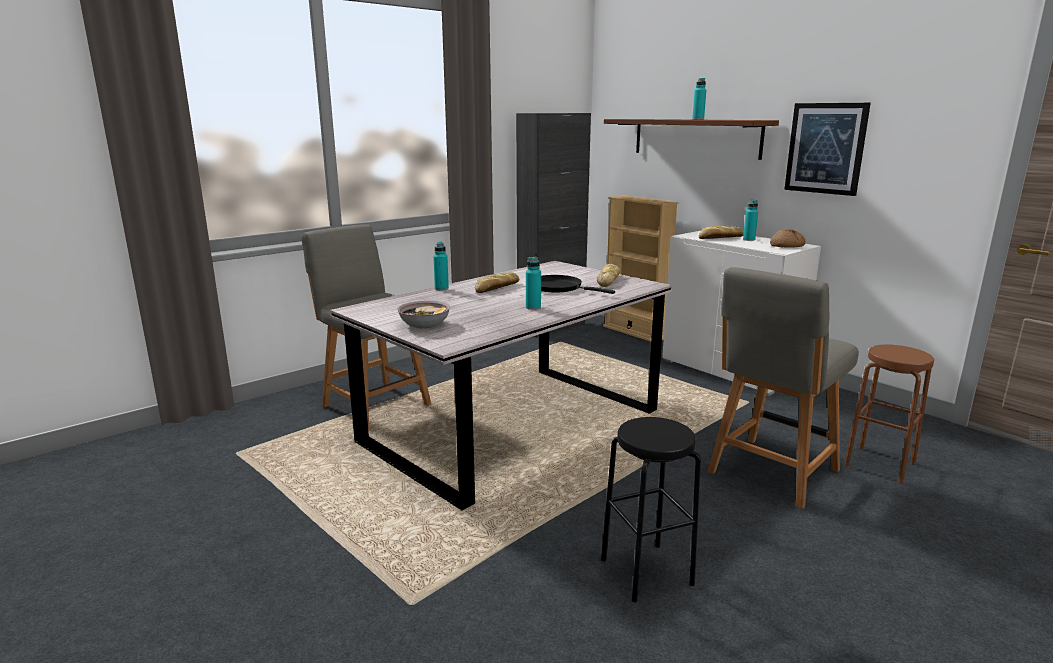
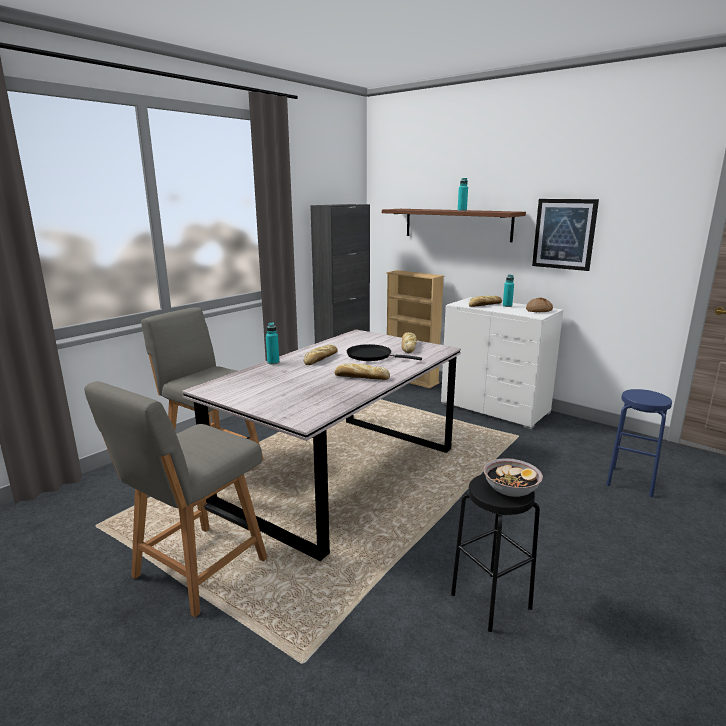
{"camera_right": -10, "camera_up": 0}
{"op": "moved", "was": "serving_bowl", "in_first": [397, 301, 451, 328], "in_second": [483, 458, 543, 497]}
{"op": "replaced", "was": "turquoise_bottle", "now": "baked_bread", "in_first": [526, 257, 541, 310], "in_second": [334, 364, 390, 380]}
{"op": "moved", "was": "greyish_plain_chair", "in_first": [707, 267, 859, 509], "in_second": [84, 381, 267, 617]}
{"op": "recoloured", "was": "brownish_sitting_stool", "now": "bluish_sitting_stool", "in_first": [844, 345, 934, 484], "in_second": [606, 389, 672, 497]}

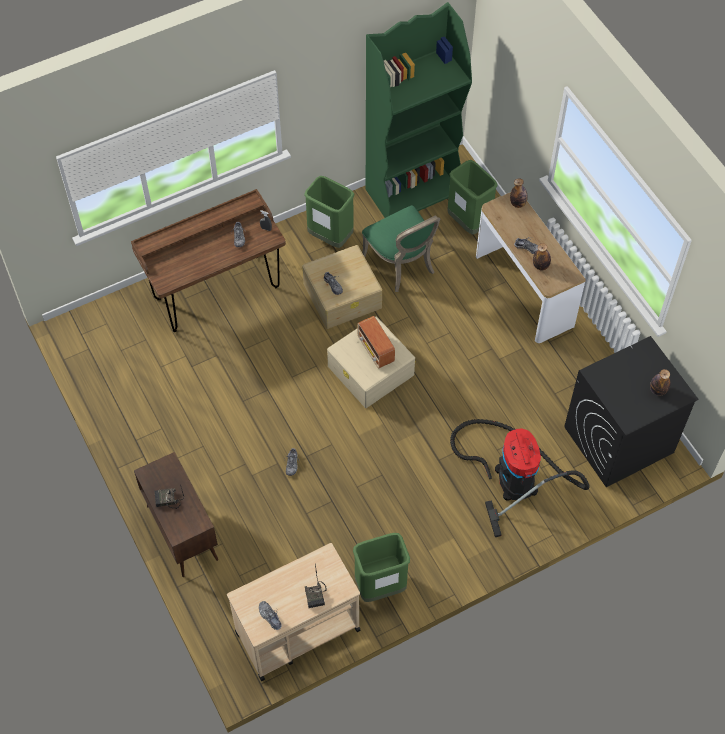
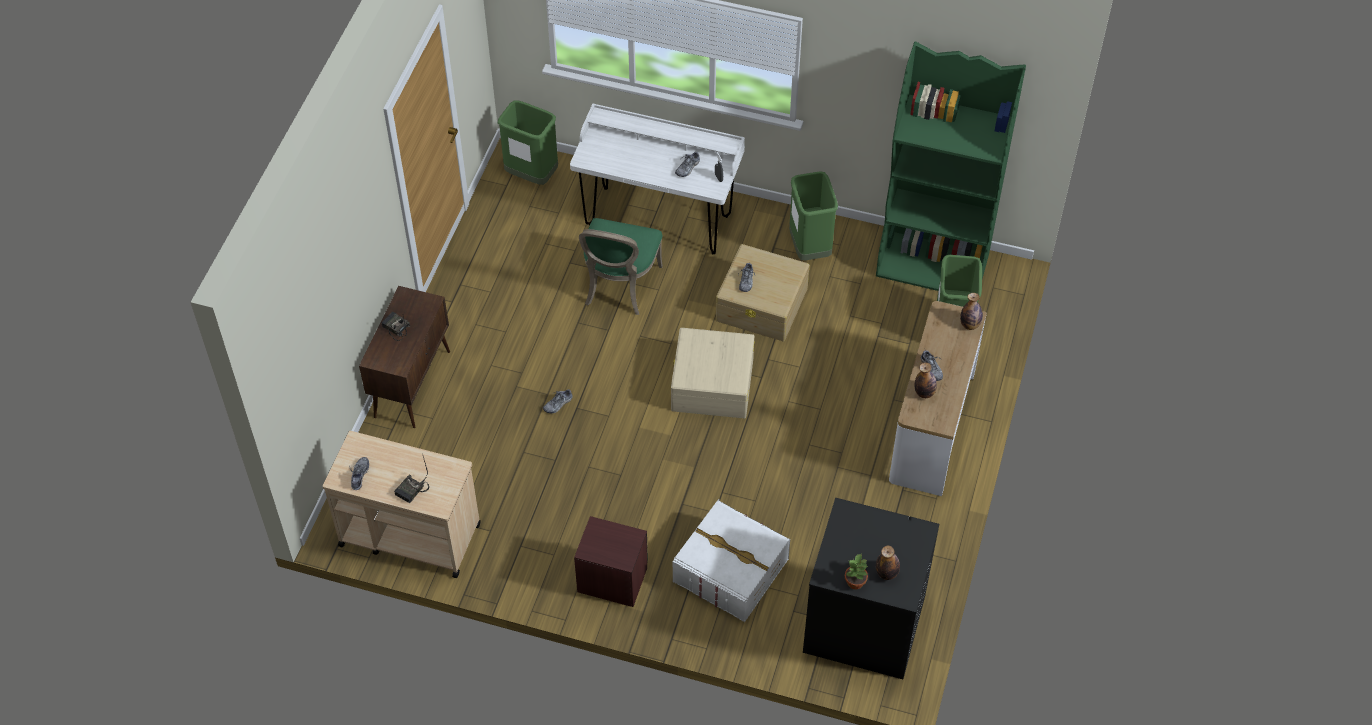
{"camera_right": 45, "camera_up": -5}
{"op": "recoloured", "was": "brownish_desk_unit", "now": "whitish_desk_unit", "in_first": [131, 189, 286, 332], "in_second": [570, 104, 745, 254]}
{"op": "moved", "was": "green-coloured_rubbish_bin", "in_first": [353, 533, 410, 602], "in_second": [498, 100, 558, 185]}
{"op": "removed", "was": "radio_receiver", "in_first": [357, 316, 395, 368]}
{"op": "moved", "was": "green-coloured_plain_chair", "in_first": [362, 205, 440, 292], "in_second": [579, 218, 663, 315]}
{"op": "replaced", "was": "vacuum", "now": "whitish_storage_container", "in_first": [450, 419, 590, 537], "in_second": [673, 499, 790, 622]}
{"op": "added", "now": "brownish_bedside_table", "in_second": [574, 516, 648, 607]}
{"op": "added", "now": "potted_plant", "in_second": [845, 554, 868, 589]}

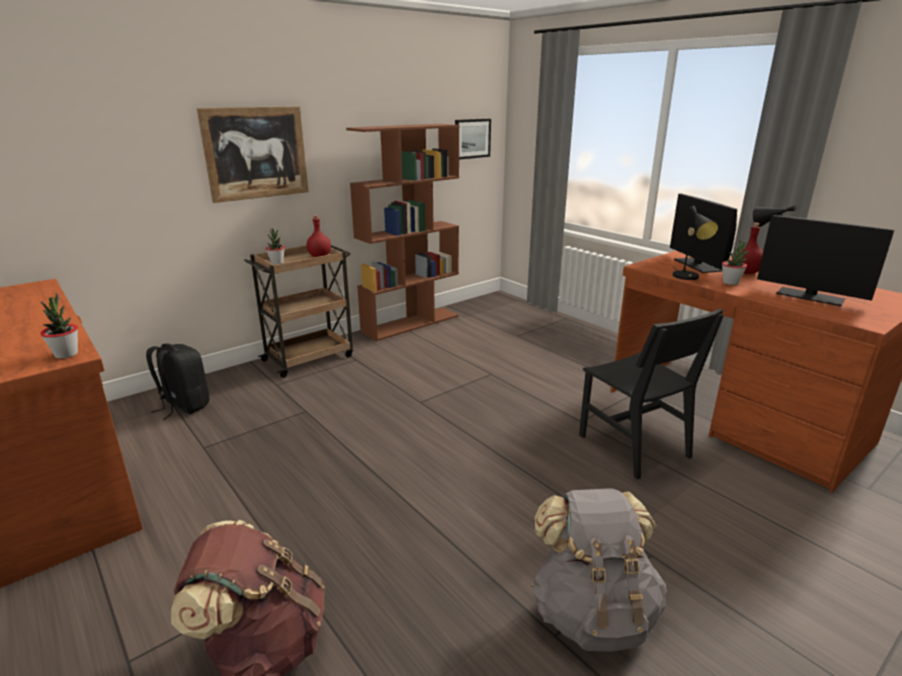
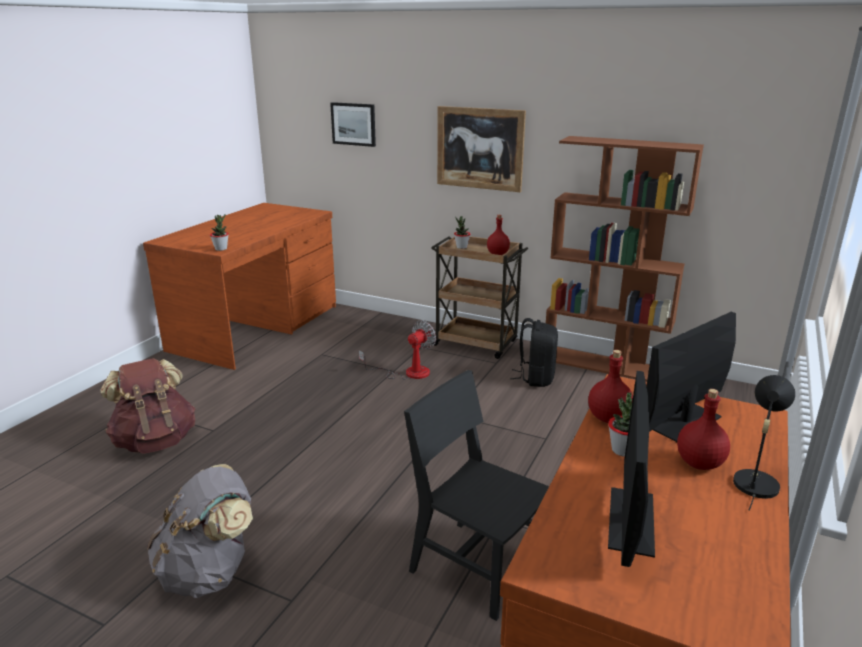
{"camera_right": 65, "camera_up": 0}
{"op": "moved", "was": "black_rucksack", "in_first": [146, 343, 209, 420], "in_second": [510, 318, 558, 387]}
{"op": "moved", "was": "wall_picture", "in_first": [455, 119, 491, 160], "in_second": [330, 102, 376, 147]}
{"op": "turned", "was": "black_plain_chair", "in_first": [579, 308, 724, 480], "in_second": [404, 370, 549, 621], "clockwise": 90}
{"op": "replaced", "was": "black_table_lamp", "now": "red-coloured_bottle", "in_first": [673, 206, 719, 280], "in_second": [588, 350, 633, 423]}
{"op": "added", "now": "fan", "in_second": [359, 320, 436, 380]}

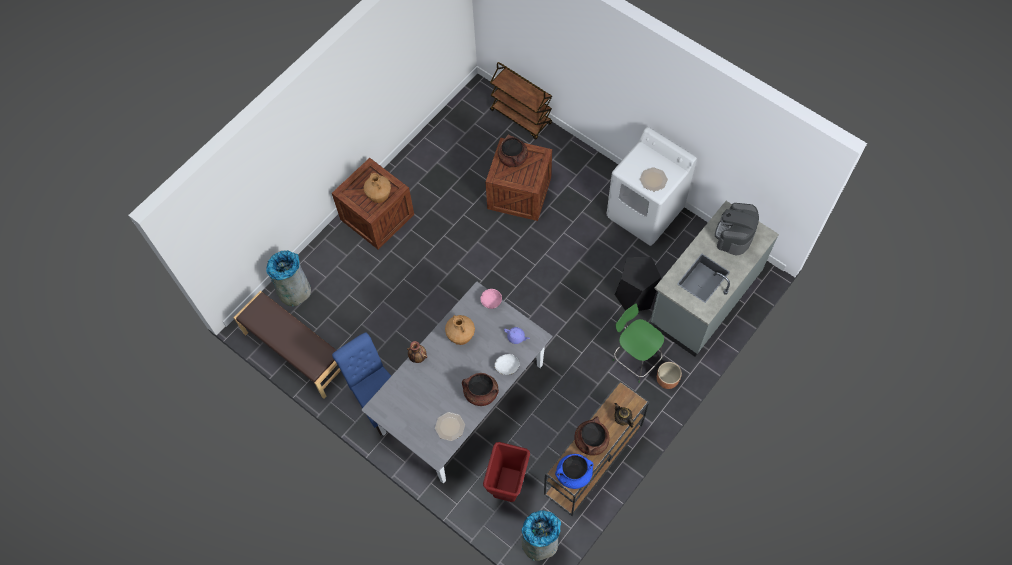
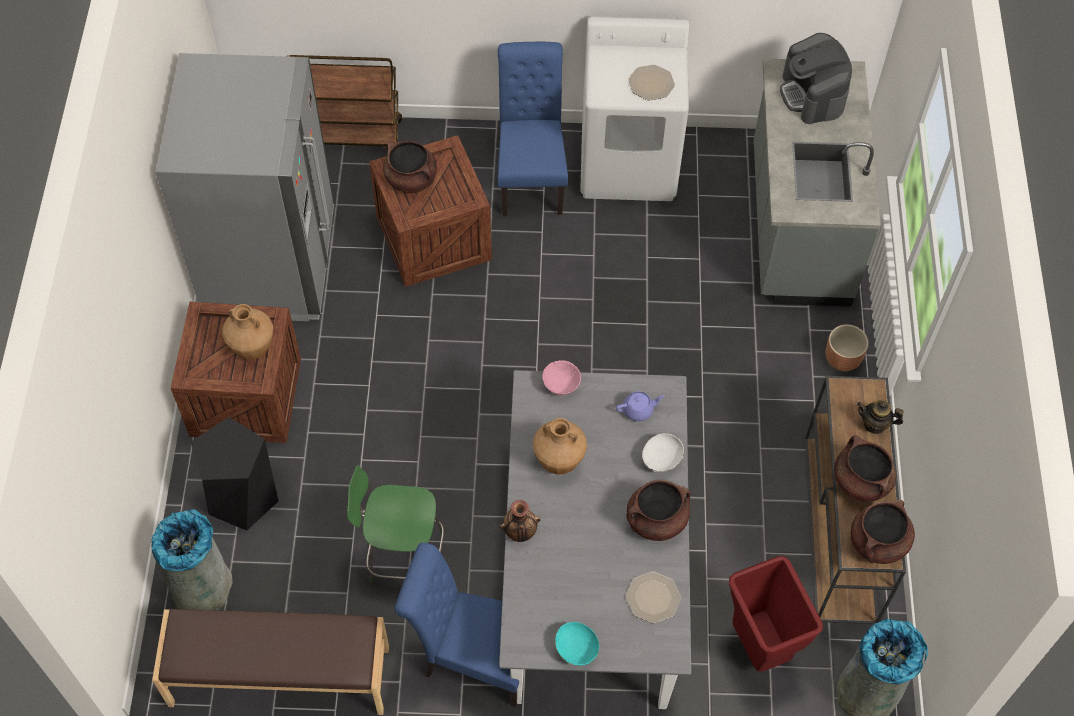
{"camera_right": -40, "camera_up": -5}
{"op": "recoloured", "was": "bluish_saucepot", "now": "brownish_saucepot", "in_first": [555, 454, 593, 489], "in_second": [851, 500, 915, 564]}
{"op": "moved", "was": "green-coloured_sitting_stool", "in_first": [613, 303, 664, 383], "in_second": [347, 465, 444, 582]}
{"op": "moved", "was": "black_sitting_stool", "in_first": [615, 257, 661, 311], "in_second": [191, 417, 278, 531]}
{"op": "added", "now": "greyish_refrigerator", "in_second": [155, 53, 334, 321]}
{"op": "added", "now": "bluish_plain_chair", "in_second": [498, 42, 568, 216]}
{"op": "added", "now": "turquoise_serving_bowl", "in_second": [555, 622, 599, 666]}

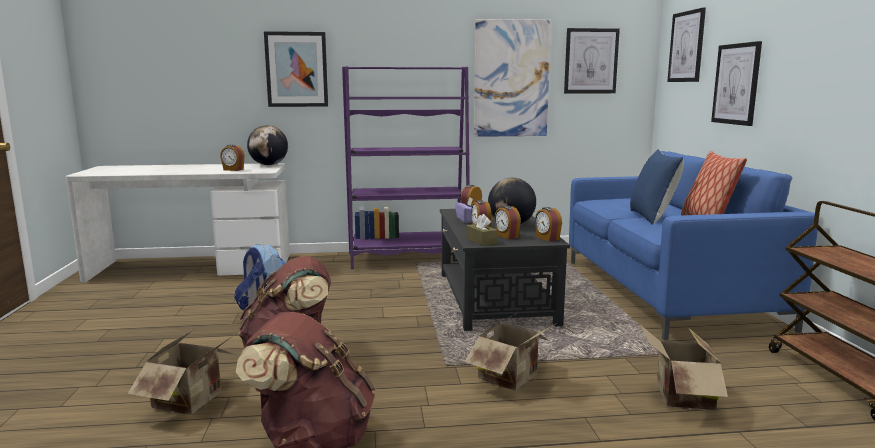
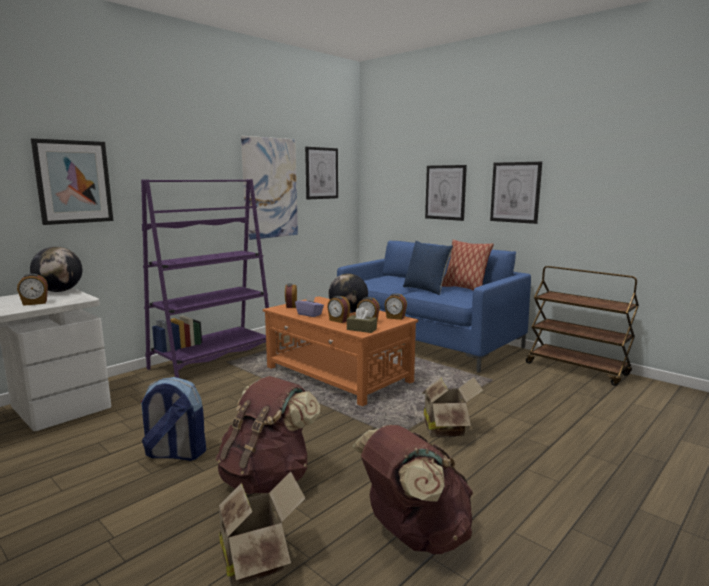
{"camera_right": -40, "camera_up": 0}
{"op": "recoloured", "was": "black_coffee_table", "now": "orange-coloured_coffee_table", "in_first": [440, 209, 570, 331], "in_second": [263, 296, 418, 406]}
{"op": "removed", "was": "cardboard_box", "in_first": [640, 325, 728, 410]}
{"op": "moved", "was": "wall_picture", "in_first": [667, 8, 706, 82], "in_second": [490, 162, 542, 224]}

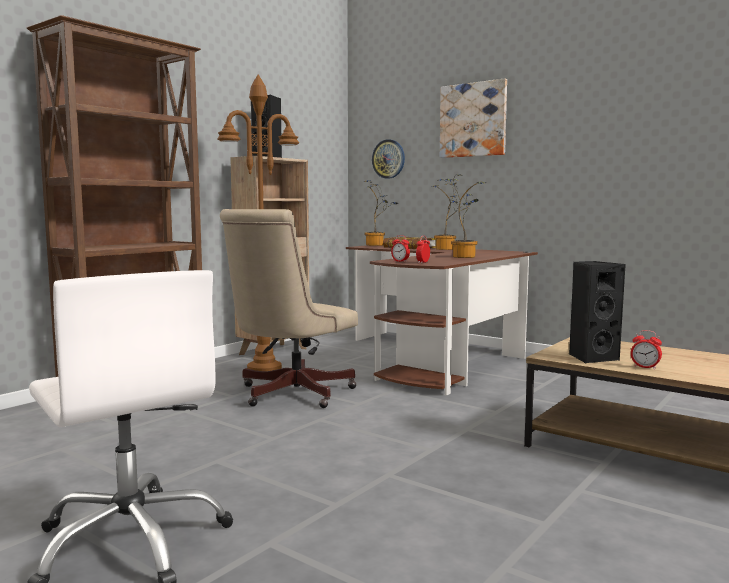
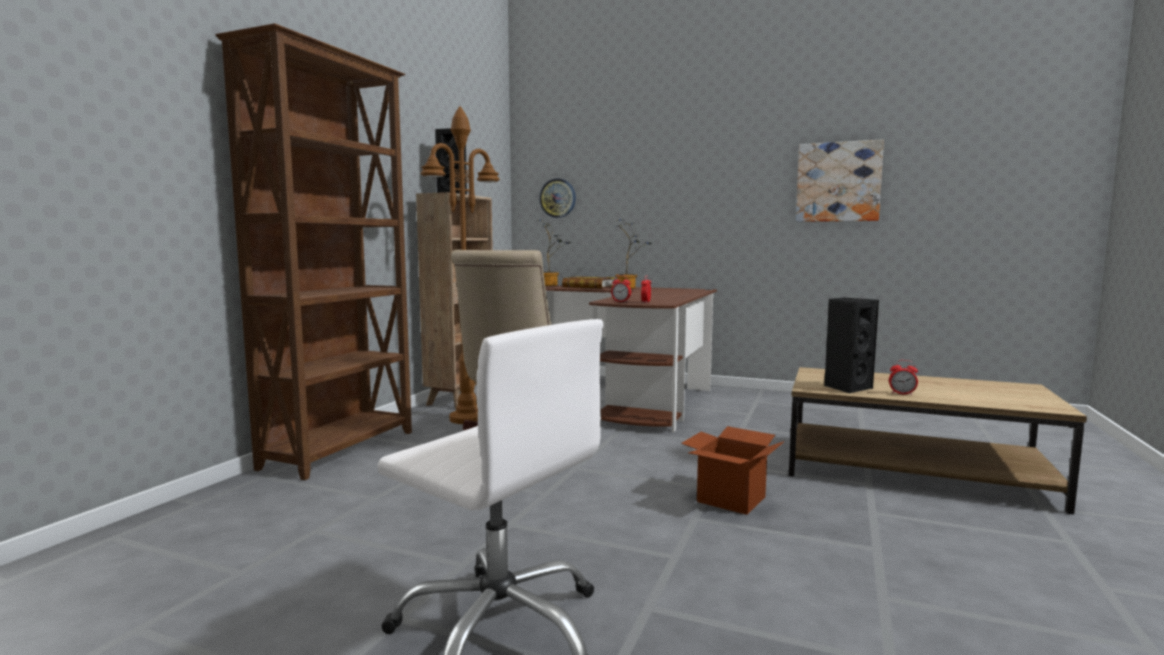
{"camera_right": -15, "camera_up": 0}
{"op": "moved", "was": "wall_picture", "in_first": [440, 79, 507, 158], "in_second": [796, 139, 884, 222]}
{"op": "removed", "was": "potted_plant", "in_first": [445, 174, 486, 258]}
{"op": "added", "now": "cardboard_box", "in_second": [681, 426, 785, 515]}

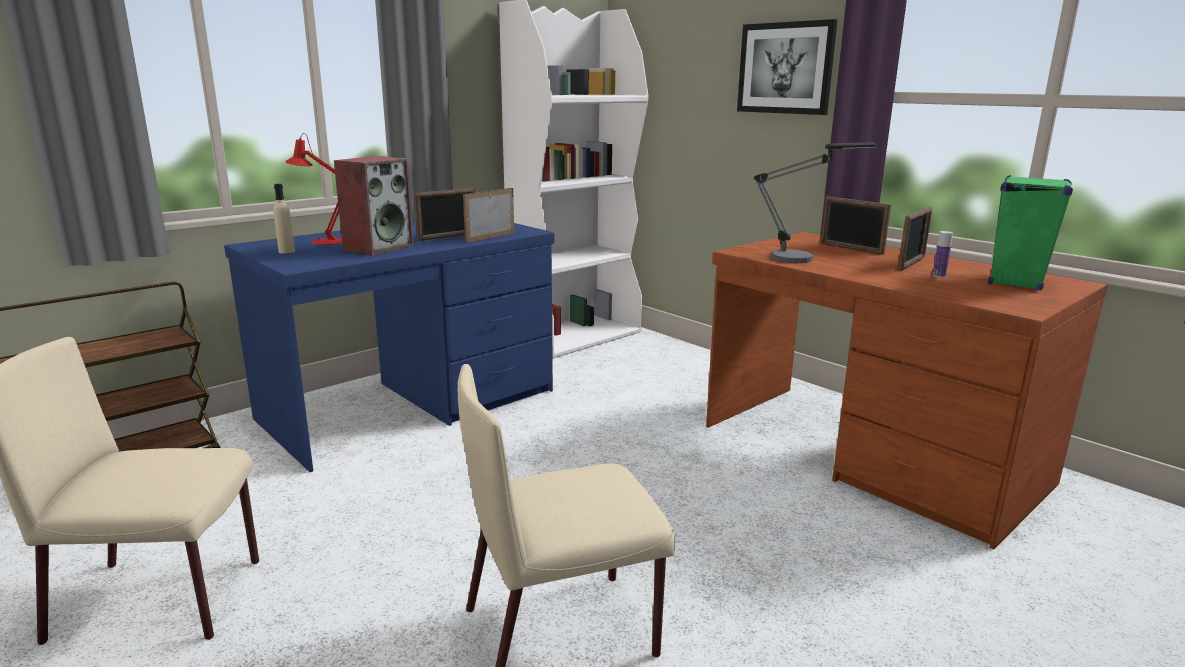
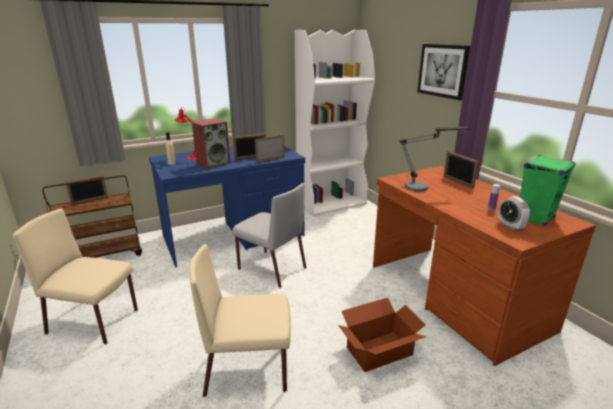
{"camera_right": 15, "camera_up": 5}
{"op": "moved", "was": "picture_frame", "in_first": [897, 207, 932, 271], "in_second": [65, 175, 108, 205]}
{"op": "added", "now": "greyish_plain_chair", "in_second": [232, 183, 306, 288]}
{"op": "added", "now": "cardboard_box", "in_second": [338, 298, 427, 372]}
{"op": "added", "now": "table_clock", "in_second": [498, 196, 530, 230]}

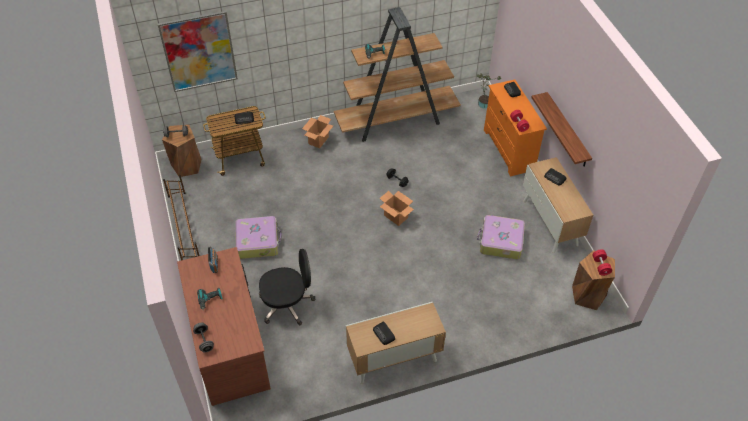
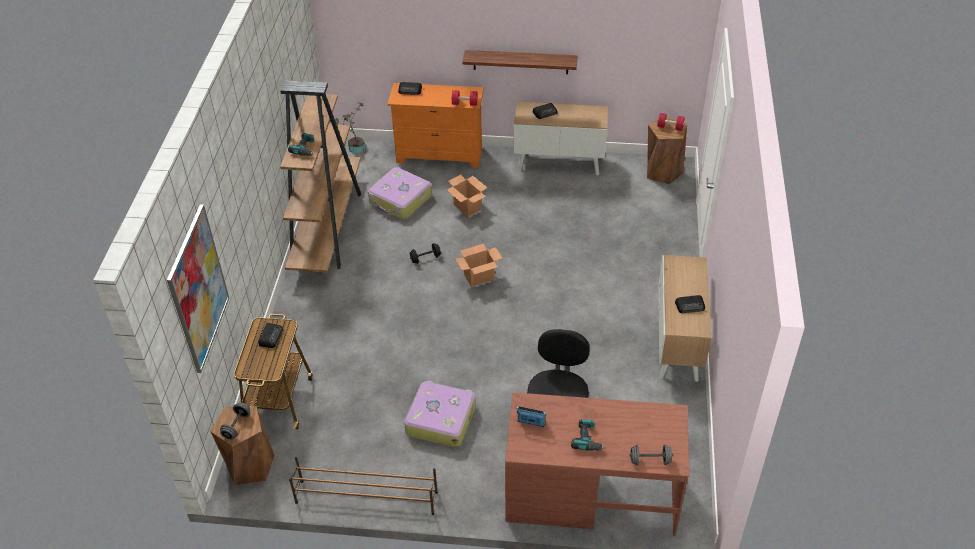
{"camera_right": -65, "camera_up": -5}
{"op": "moved", "was": "cardboard_box", "in_first": [302, 115, 333, 148], "in_second": [447, 175, 487, 217]}
{"op": "moved", "was": "piece_of_luggage", "in_first": [477, 215, 525, 259], "in_second": [368, 167, 432, 219]}

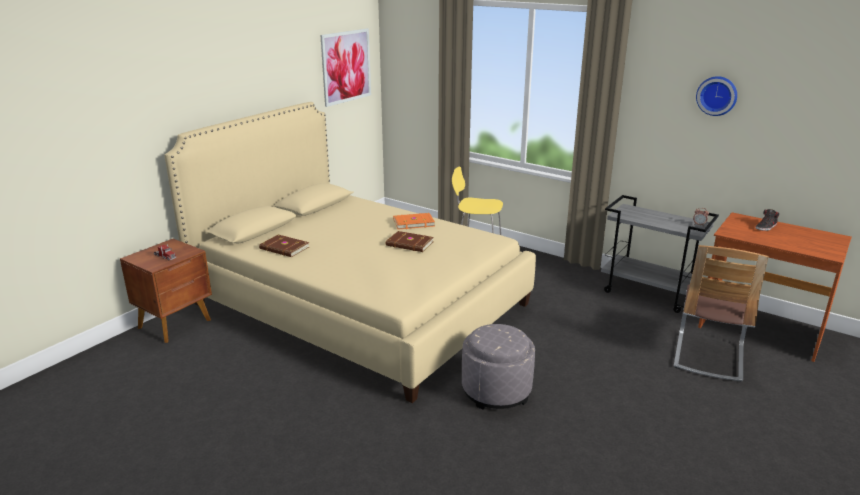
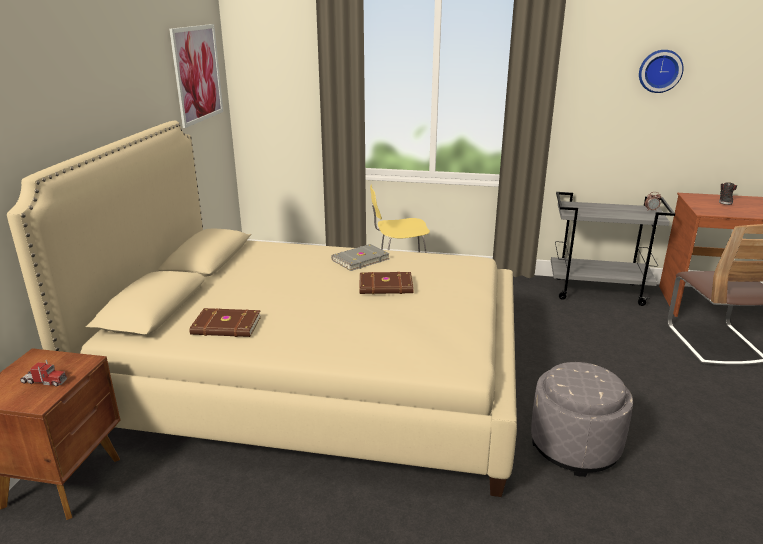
{"camera_right": -25, "camera_up": 0}
{"op": "recoloured", "was": "orange-coloured_bound_book", "now": "greyish_bound_book", "in_first": [393, 213, 435, 230], "in_second": [331, 244, 390, 271]}

